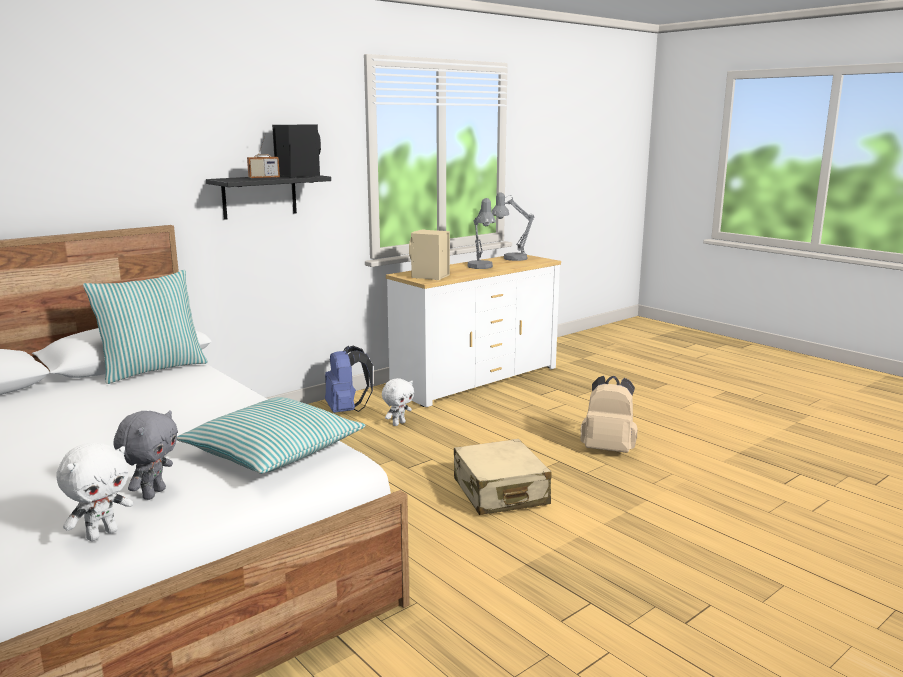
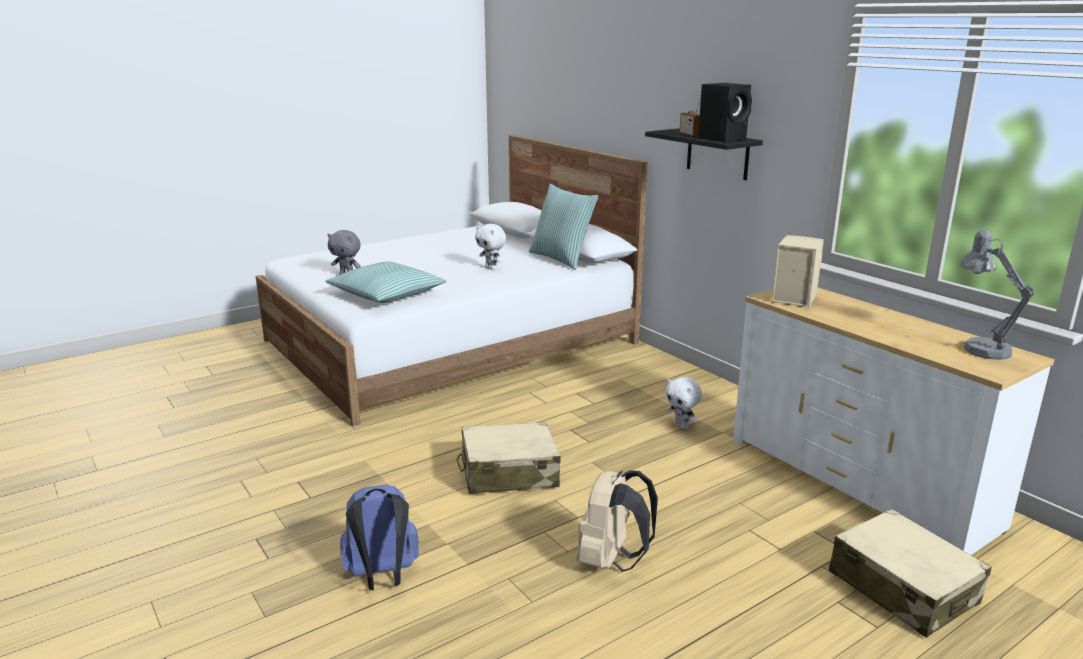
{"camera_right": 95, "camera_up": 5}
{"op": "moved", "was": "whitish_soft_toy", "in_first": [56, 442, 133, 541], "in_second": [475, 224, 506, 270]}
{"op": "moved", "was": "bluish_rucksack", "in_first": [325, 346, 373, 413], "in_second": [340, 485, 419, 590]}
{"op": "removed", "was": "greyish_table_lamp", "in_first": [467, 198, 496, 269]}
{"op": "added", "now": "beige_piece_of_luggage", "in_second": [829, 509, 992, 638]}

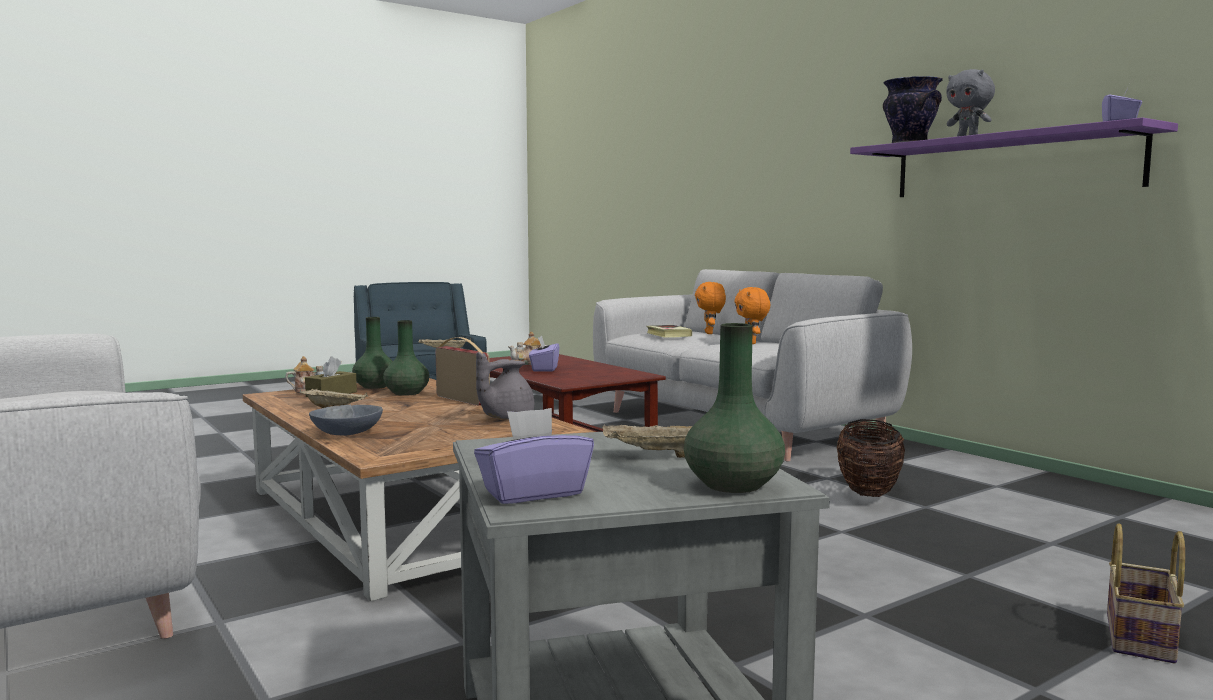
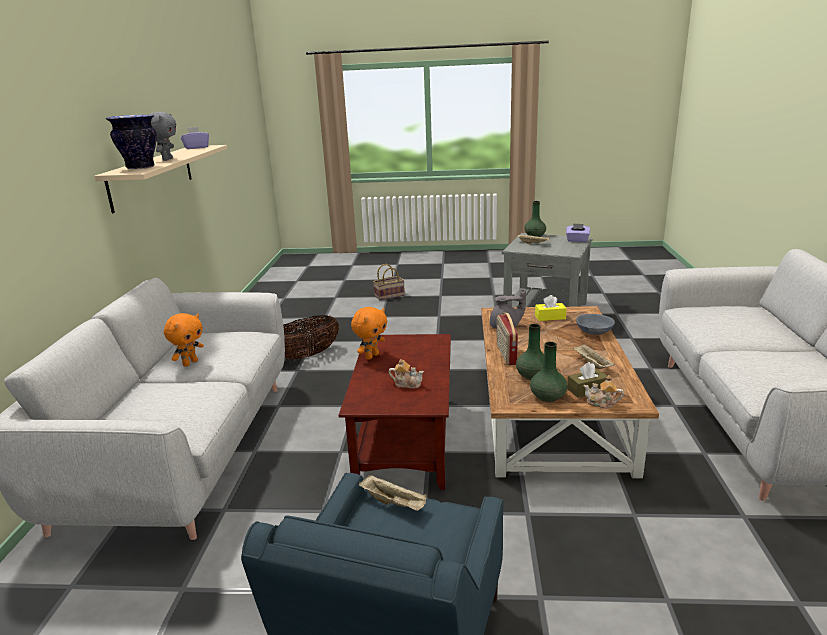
{"camera_right": -140, "camera_up": 15}
{"op": "removed", "was": "purplish_box_of_tissues", "in_first": [529, 336, 560, 372]}
{"op": "removed", "was": "bound_book", "in_first": [646, 325, 692, 338]}
{"op": "moved", "was": "orange-coloured_soft_toy", "in_first": [695, 282, 726, 334], "in_second": [351, 307, 387, 360]}
{"op": "recoloured", "was": "purplish_wall_shelf", "now": "beige_wall_shelf", "in_first": [850, 117, 1178, 197], "in_second": [94, 145, 227, 213]}
{"op": "added", "now": "yellow-coloured_box_of_tissues", "in_second": [535, 295, 567, 321]}

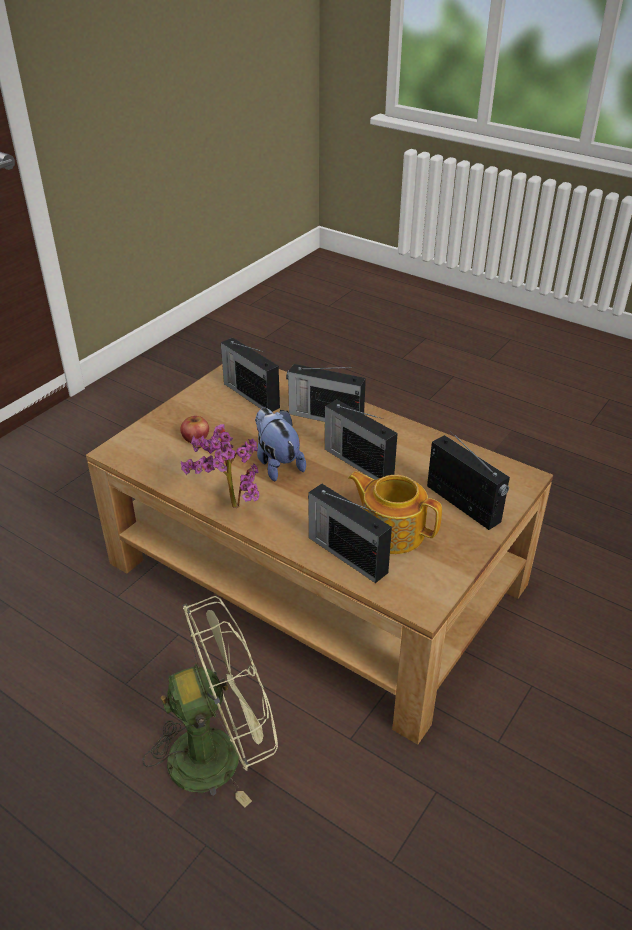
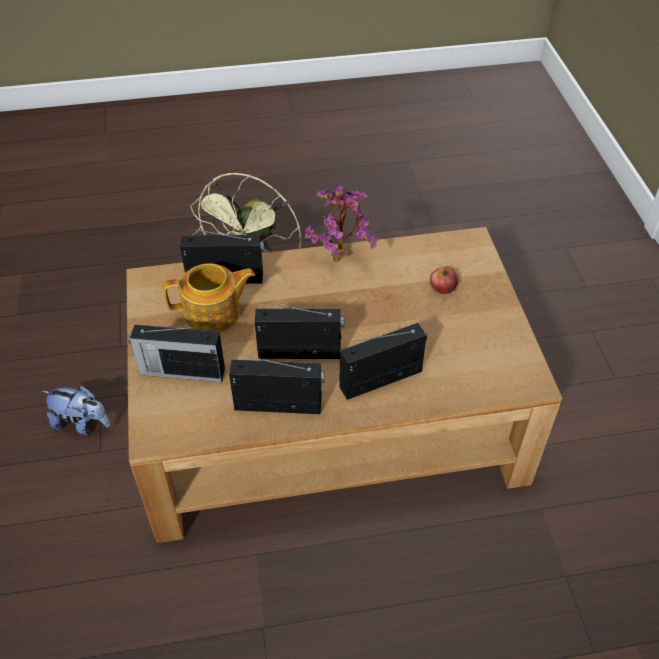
{"camera_right": 135, "camera_up": 10}
{"op": "moved", "was": "radio_receiver", "in_first": [221, 338, 280, 412], "in_second": [229, 355, 325, 414]}
{"op": "moved", "was": "soft_toy", "in_first": [255, 408, 306, 481], "in_second": [42, 386, 110, 435]}

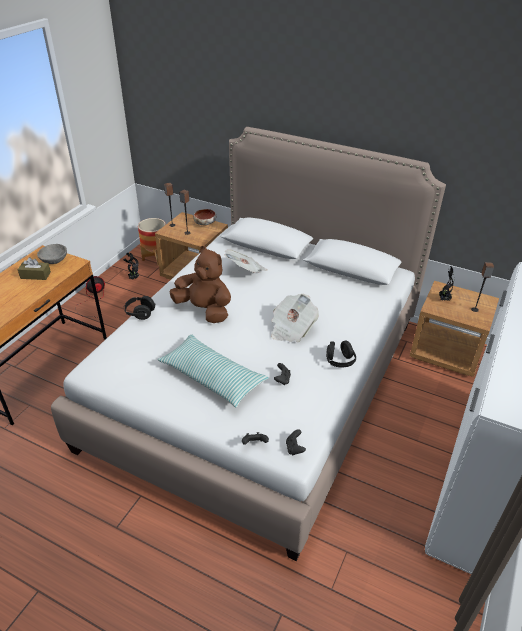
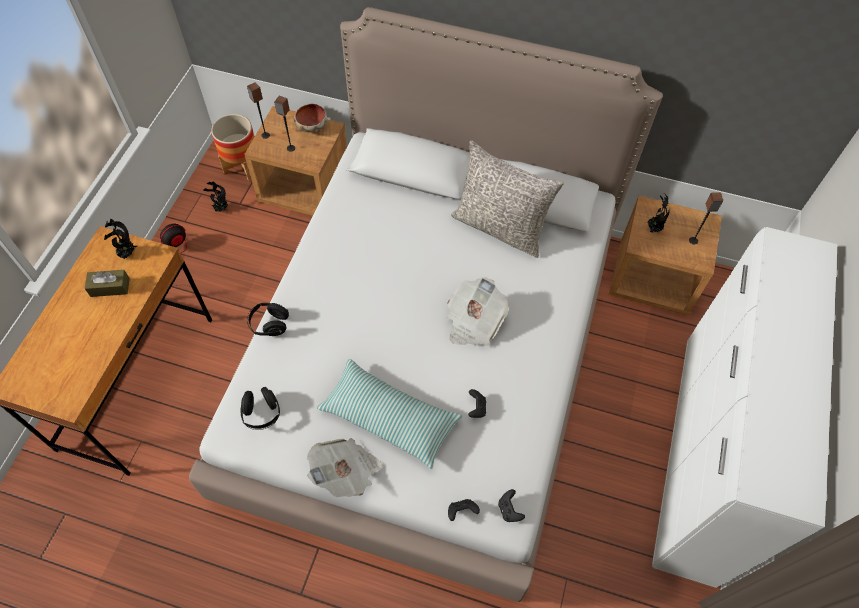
{"camera_right": -10, "camera_up": 20}
{"op": "replaced", "was": "greyish_serving_bowl", "now": "potted_plant", "in_first": [37, 244, 67, 264], "in_second": [104, 218, 137, 259]}
{"op": "removed", "was": "brownish_soft_toy", "in_first": [169, 246, 231, 323]}
{"op": "moved", "was": "printed_paper", "in_first": [224, 250, 268, 273], "in_second": [307, 438, 382, 497]}
{"op": "moved", "was": "black_pair_of_headphones", "in_first": [326, 340, 356, 368], "in_second": [241, 387, 280, 430]}
{"op": "added", "now": "greyish_throw_pillow", "in_second": [451, 140, 564, 258]}

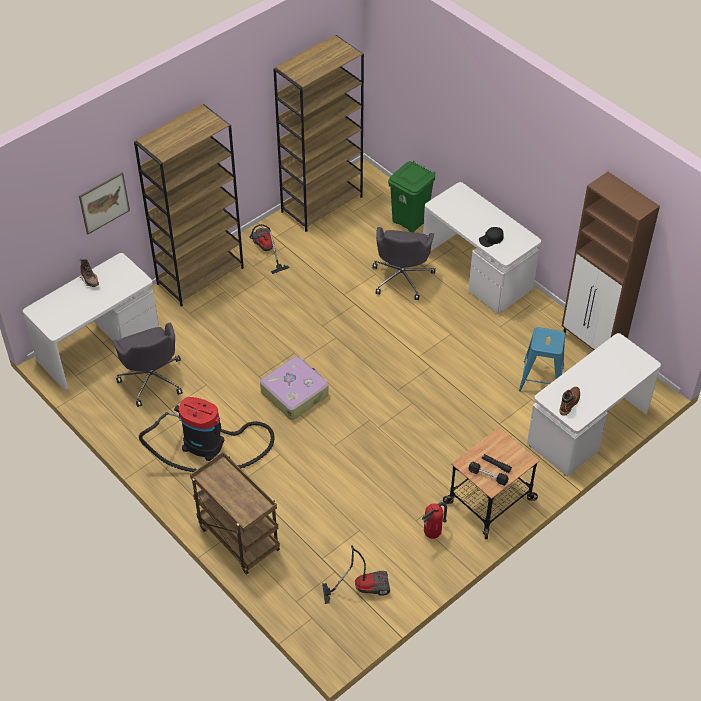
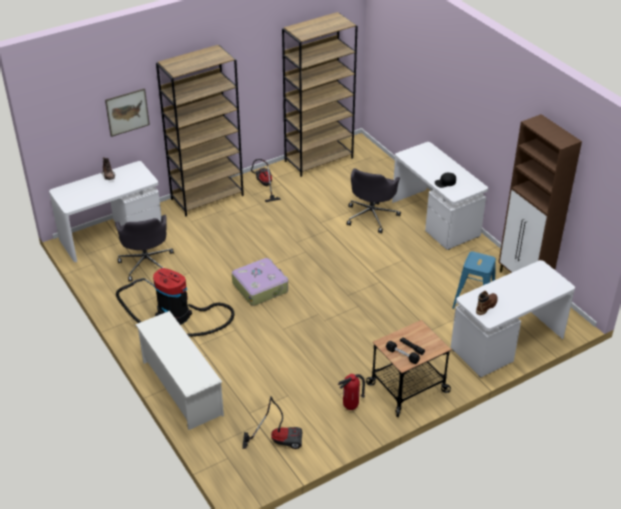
{"camera_right": 10, "camera_up": -10}
{"op": "replaced", "was": "brownish_cart", "now": "whitish_shoe_rack", "in_first": [190, 452, 280, 574], "in_second": [135, 311, 224, 430]}
{"op": "removed", "was": "green-coloured_rubbish_bin", "in_first": [388, 161, 436, 232]}

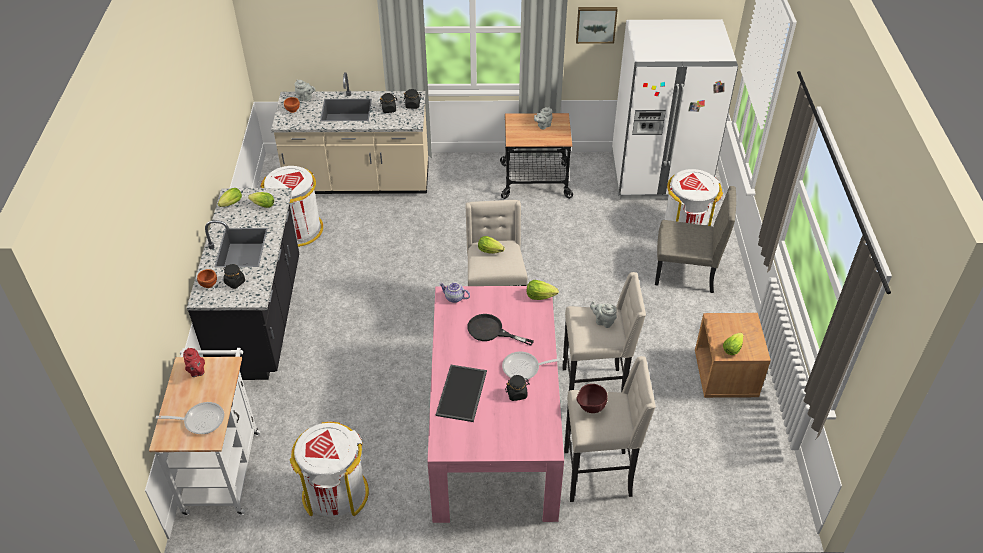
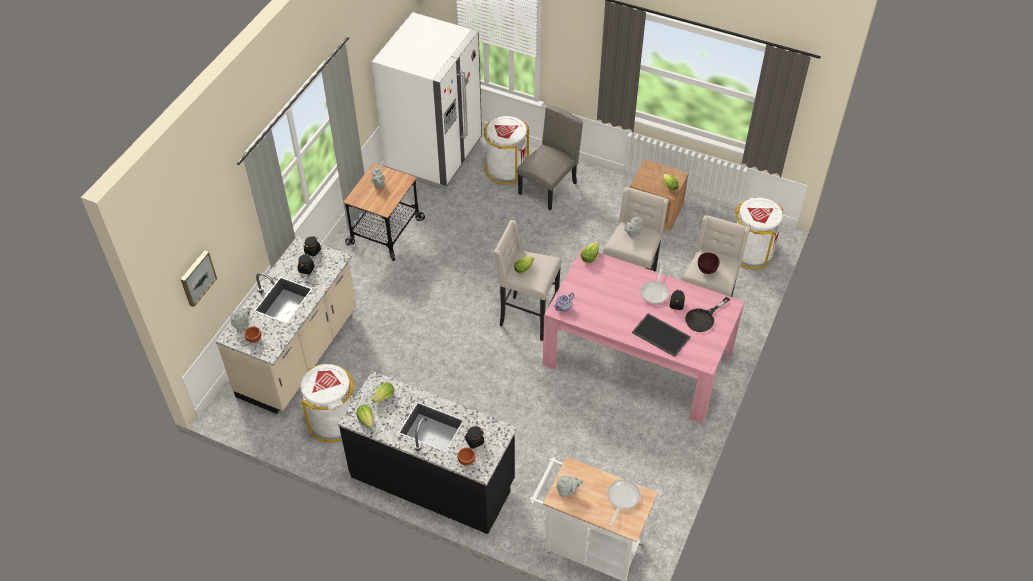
{"camera_right": -65, "camera_up": 5}
{"op": "recoloured", "was": "red-coloured_tea_pot", "now": "greyish_tea_pot", "in_first": [183, 348, 205, 377], "in_second": [556, 475, 583, 497]}
{"op": "moved", "was": "whitish_rubbish_bin", "in_first": [290, 421, 369, 517], "in_second": [735, 197, 783, 269]}
{"op": "moved", "was": "black_skillet", "in_first": [467, 314, 534, 346], "in_second": [685, 297, 730, 332]}
{"op": "moved", "was": "wall_picture", "in_first": [576, 7, 618, 44], "in_second": [181, 250, 217, 307]}

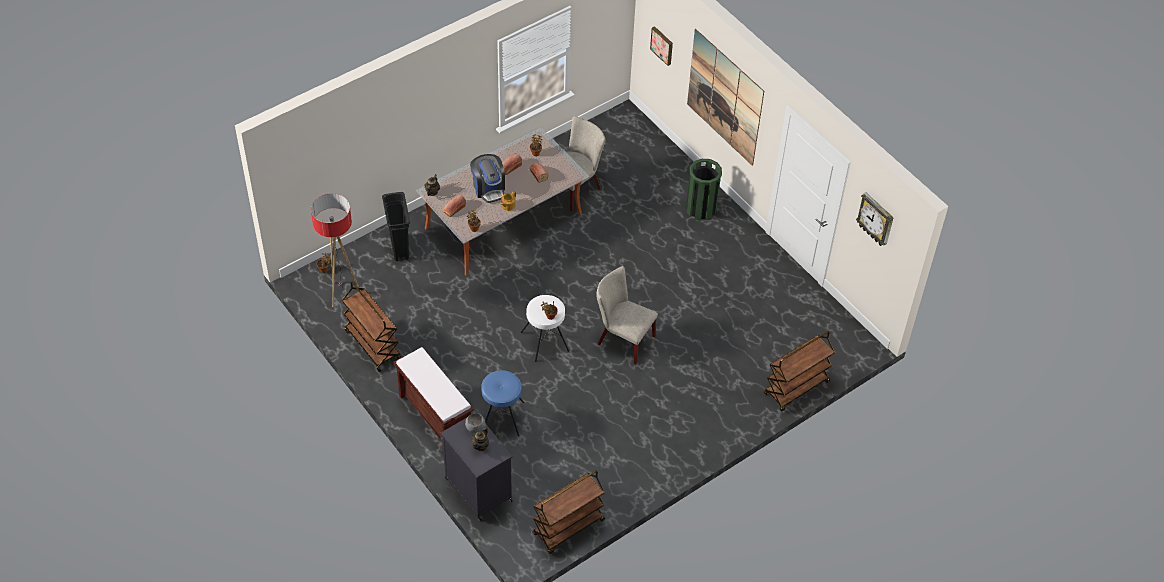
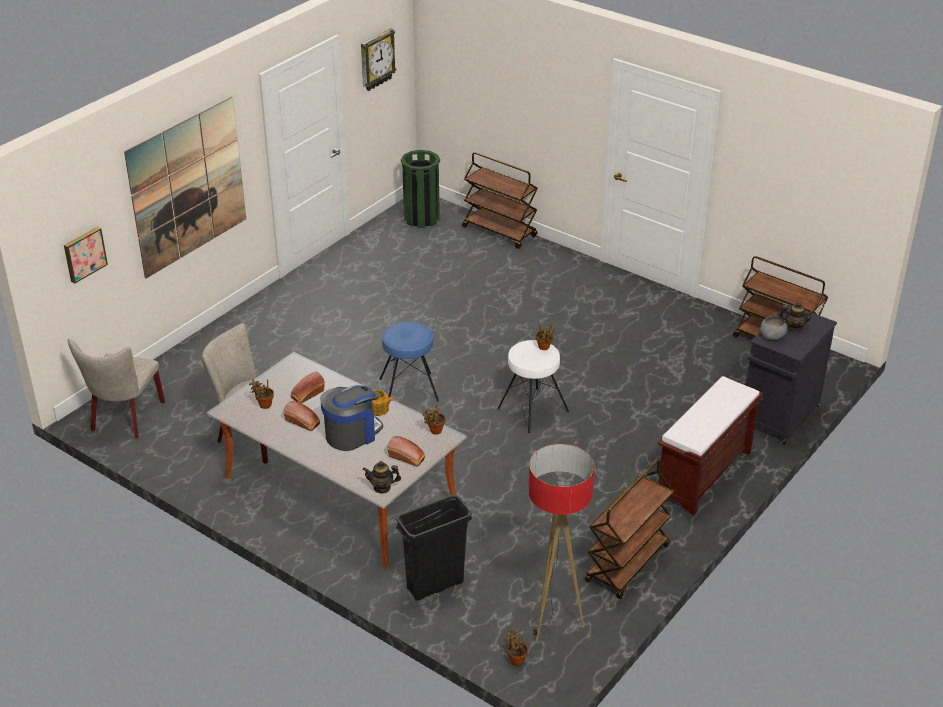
{"camera_right": -105, "camera_up": -15}
{"op": "moved", "was": "bluish_sitting_stool", "in_first": [481, 370, 524, 436], "in_second": [379, 322, 439, 402]}
{"op": "moved", "was": "beige_plain_chair", "in_first": [596, 266, 658, 365], "in_second": [68, 338, 165, 438]}
{"op": "moved", "was": "green-coloured_rubbish_bin", "in_first": [686, 159, 722, 221], "in_second": [401, 150, 440, 228]}

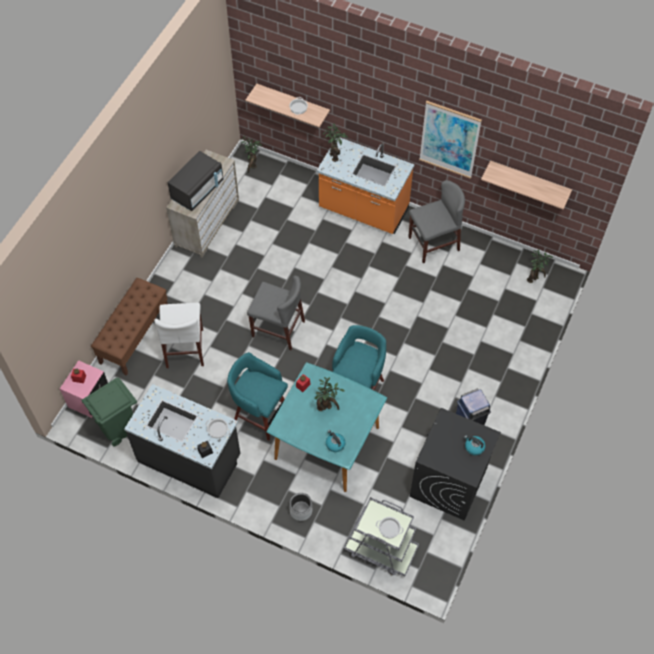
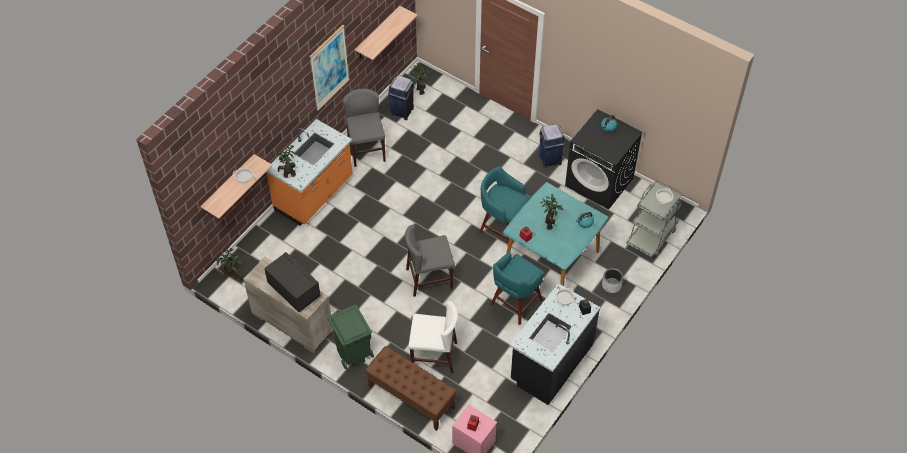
{"camera_right": -80, "camera_up": -5}
{"op": "moved", "was": "green-coloured_rubbish_bin", "in_first": [81, 378, 137, 446], "in_second": [327, 305, 374, 369]}
{"op": "turned", "was": "greyish_plain_chair", "in_first": [247, 276, 305, 350], "in_second": [405, 225, 455, 297], "clockwise": -135}
{"op": "added", "now": "bluish_rubbish_bin", "in_second": [388, 75, 415, 120]}

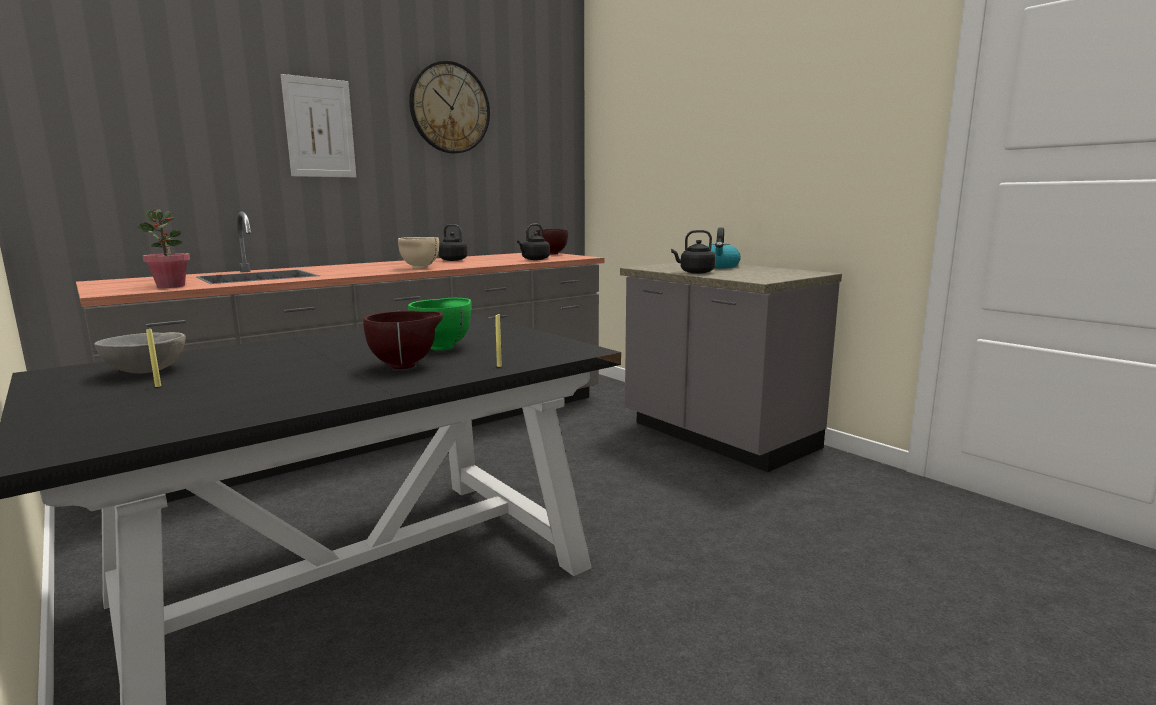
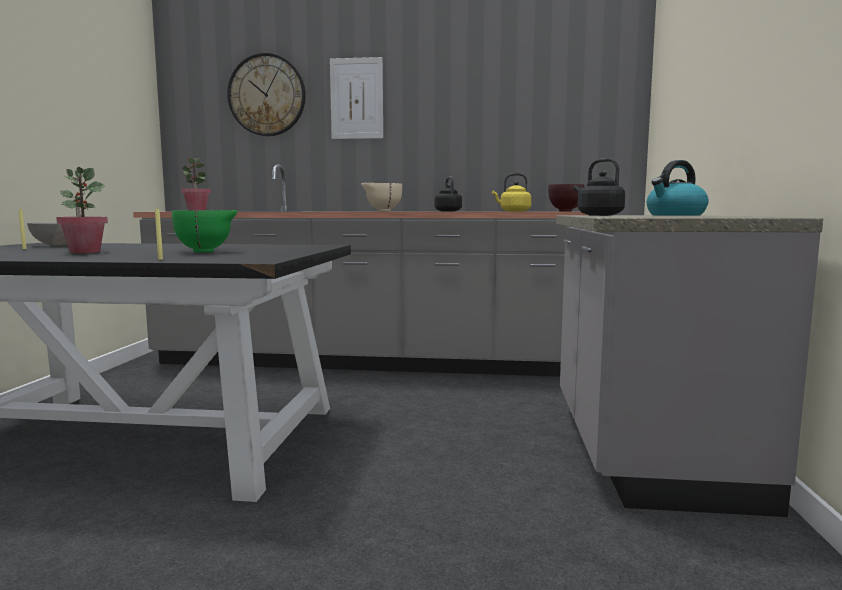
{"camera_right": 45, "camera_up": -5}
{"op": "removed", "was": "brownish_serving_bowl", "in_first": [364, 311, 443, 369]}
{"op": "moved", "was": "wall_clock", "in_first": [409, 61, 490, 153], "in_second": [227, 53, 306, 136]}
{"op": "recoloured", "was": "black_tea_kettle", "now": "yellow-coloured_tea_kettle", "in_first": [517, 224, 550, 260], "in_second": [492, 173, 531, 212]}
{"op": "added", "now": "potted_plant", "in_second": [56, 167, 108, 253]}

